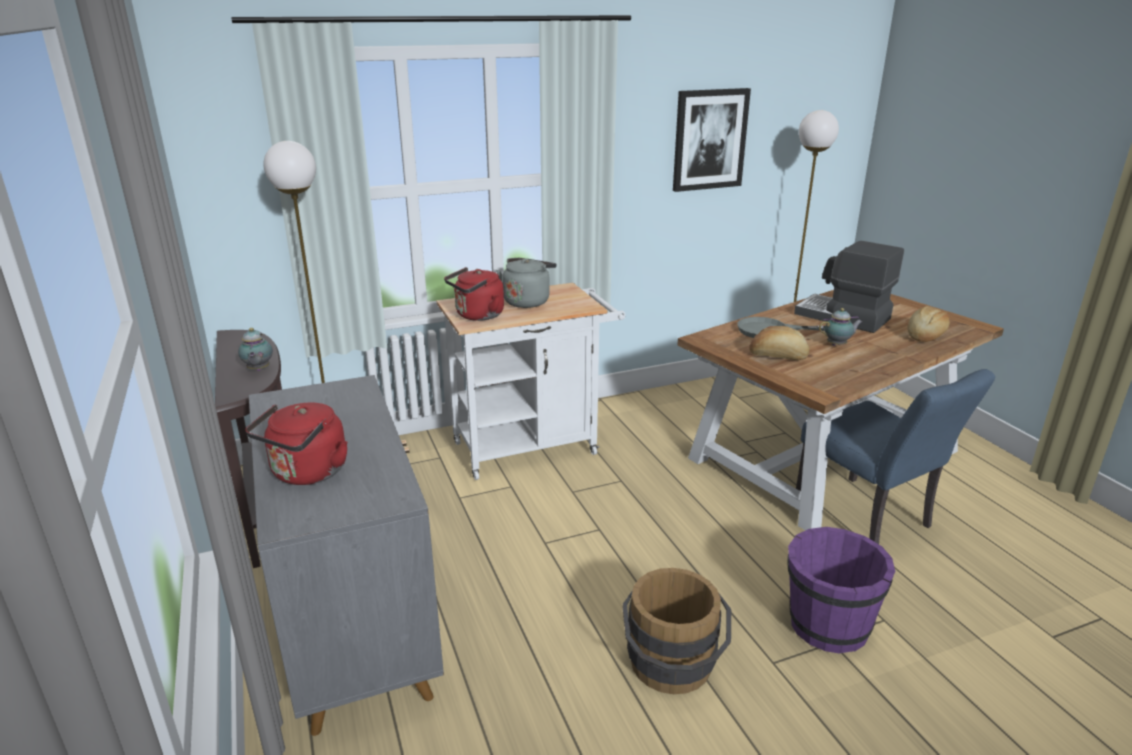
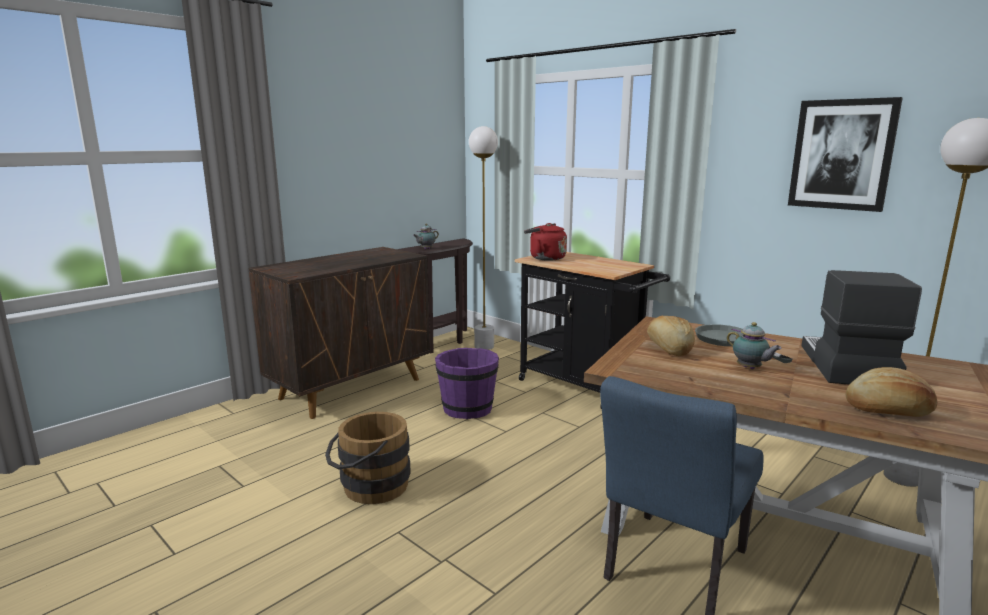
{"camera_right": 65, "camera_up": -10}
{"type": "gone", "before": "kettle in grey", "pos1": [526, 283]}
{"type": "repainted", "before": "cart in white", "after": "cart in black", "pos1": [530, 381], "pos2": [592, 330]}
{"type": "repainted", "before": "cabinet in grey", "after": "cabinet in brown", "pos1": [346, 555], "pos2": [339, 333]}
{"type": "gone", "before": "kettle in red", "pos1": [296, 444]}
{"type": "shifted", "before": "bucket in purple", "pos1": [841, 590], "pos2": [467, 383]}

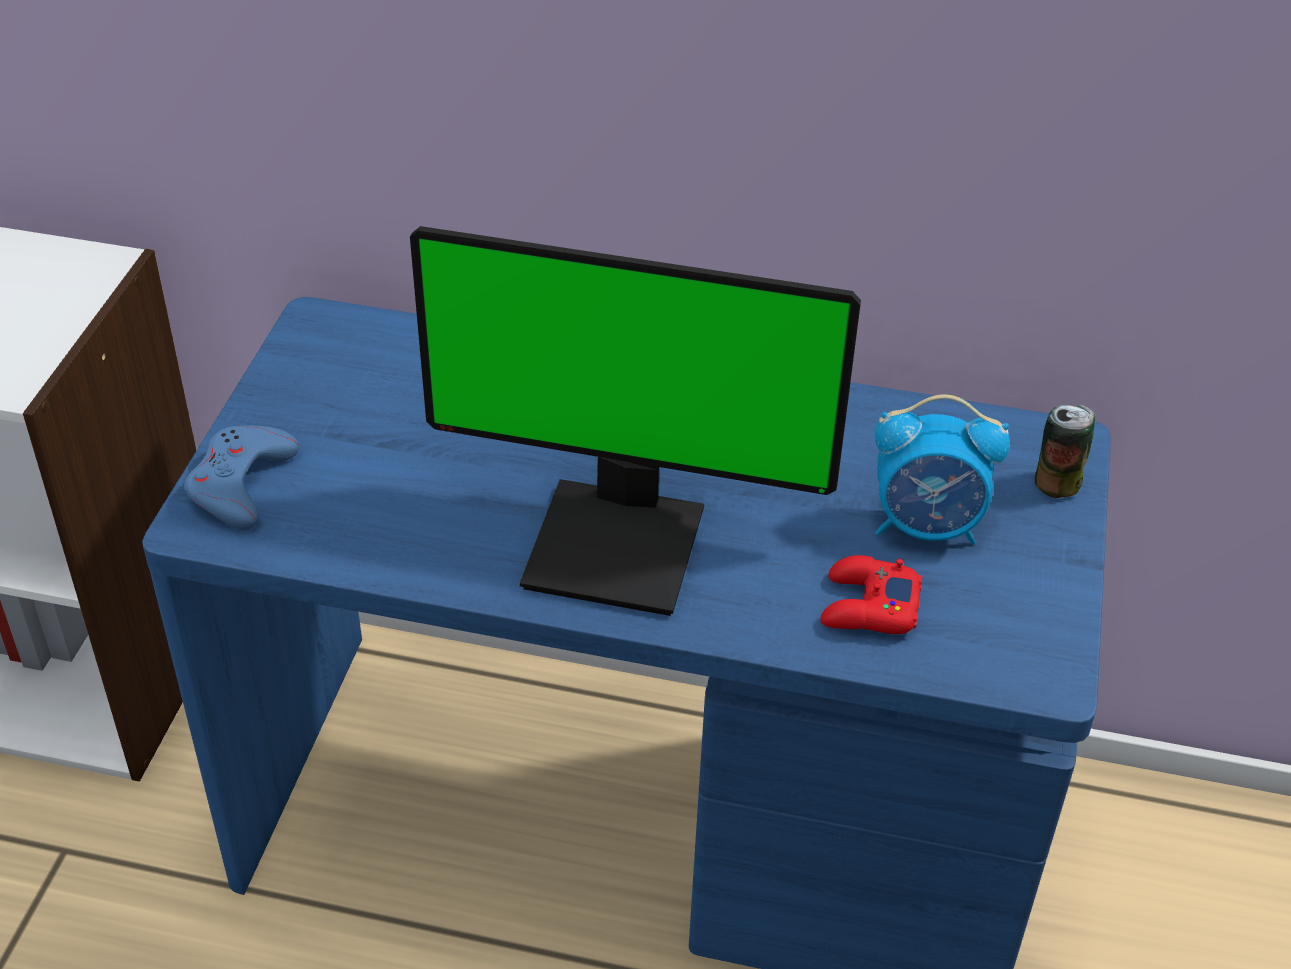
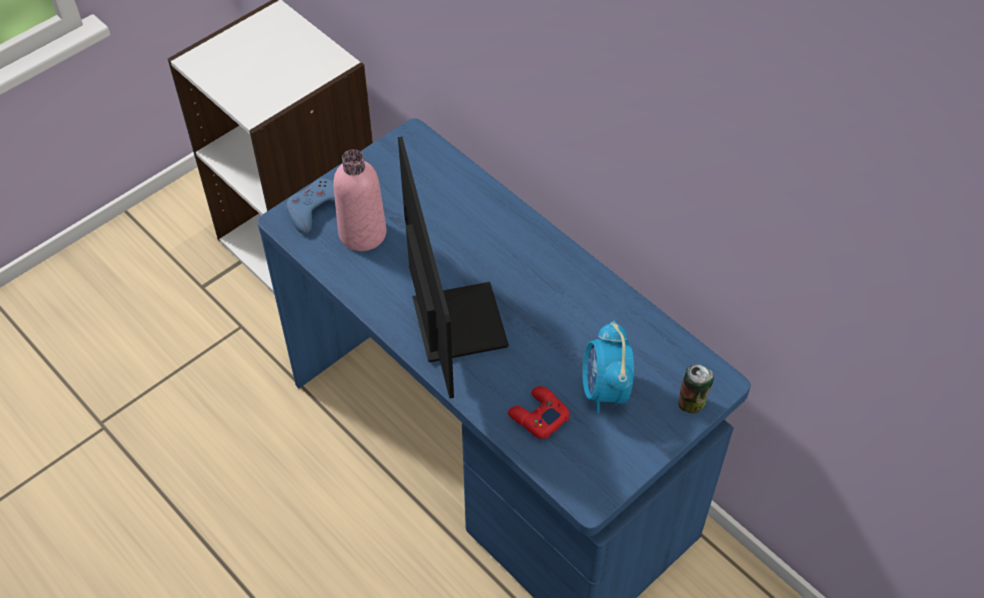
{"camera_right": 35, "camera_up": 10}
{"type": "rotated", "before": "monitor", "pos1": [635, 421], "pos2": [453, 268], "turn": -150}
{"type": "rotated", "before": "alarm clock", "pos1": [942, 469], "pos2": [608, 367], "turn": 45}
{"type": "new", "after": "bottle in pink", "pos2": [360, 200]}

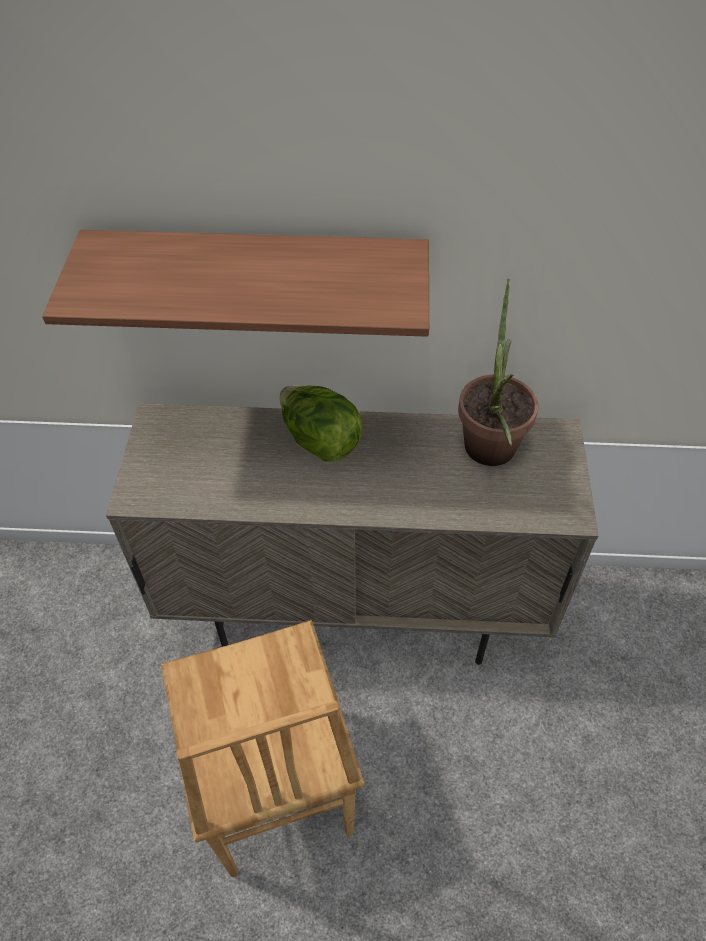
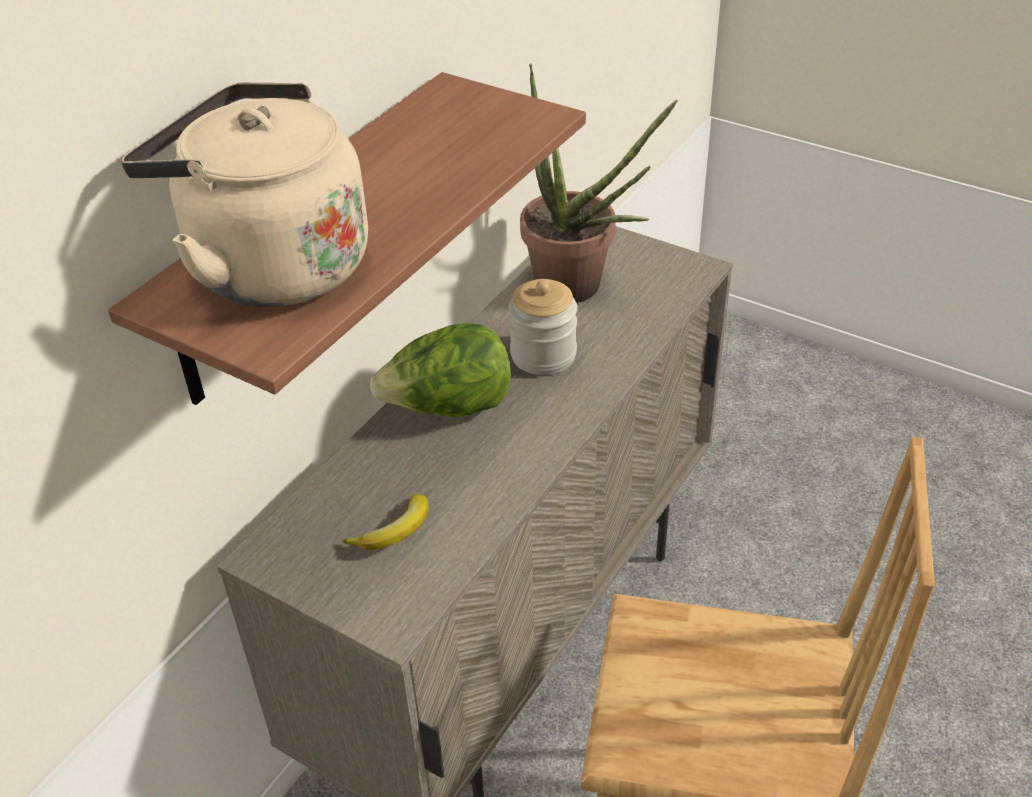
{"camera_right": -60, "camera_up": -10}
{"type": "new", "after": "kettle in beige", "pos2": [244, 195]}
{"type": "new", "after": "jar", "pos2": [542, 327]}
{"type": "new", "after": "banana", "pos2": [385, 522]}

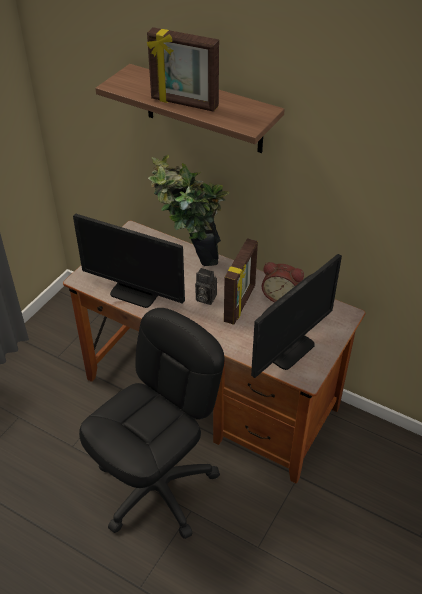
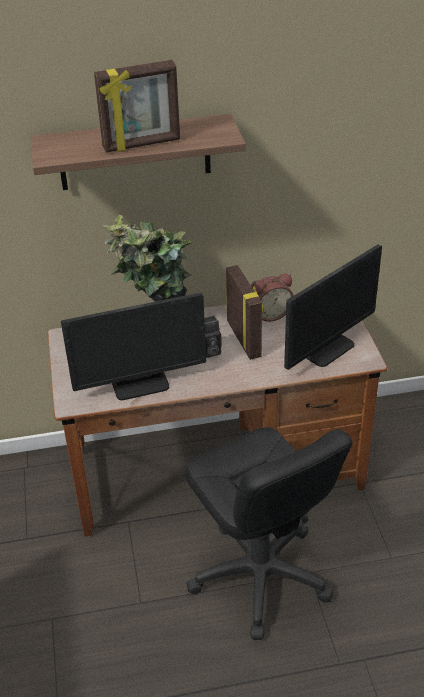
{"camera_right": -40, "camera_up": -5}
{"type": "rotated", "before": "monitor", "pos1": [296, 316], "pos2": [333, 307], "turn": 45}
{"type": "rotated", "before": "office chair in black", "pos1": [152, 423], "pos2": [269, 533], "turn": 150}

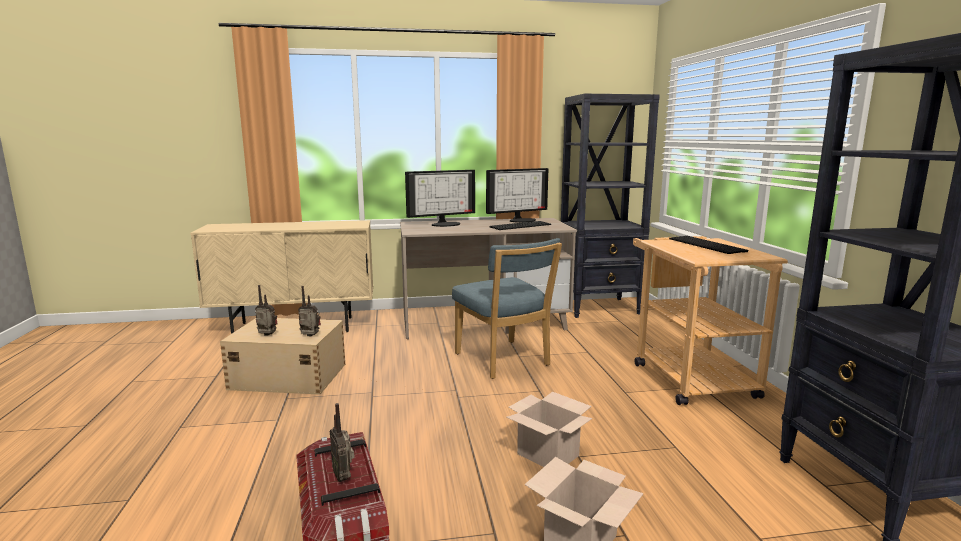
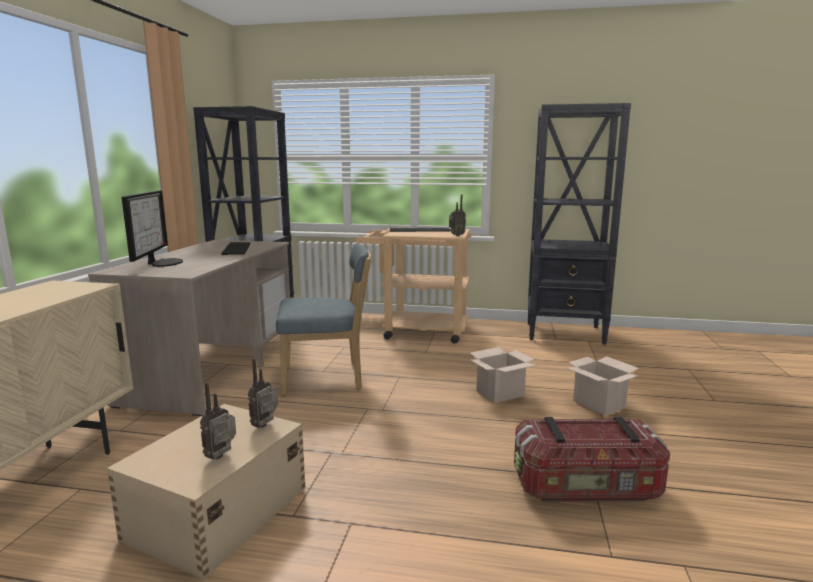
{"camera_right": -70, "camera_up": 0}
{"type": "gone", "before": "monitor", "pos1": [517, 195]}
{"type": "shifted", "before": "radio", "pos1": [342, 442], "pos2": [457, 215]}

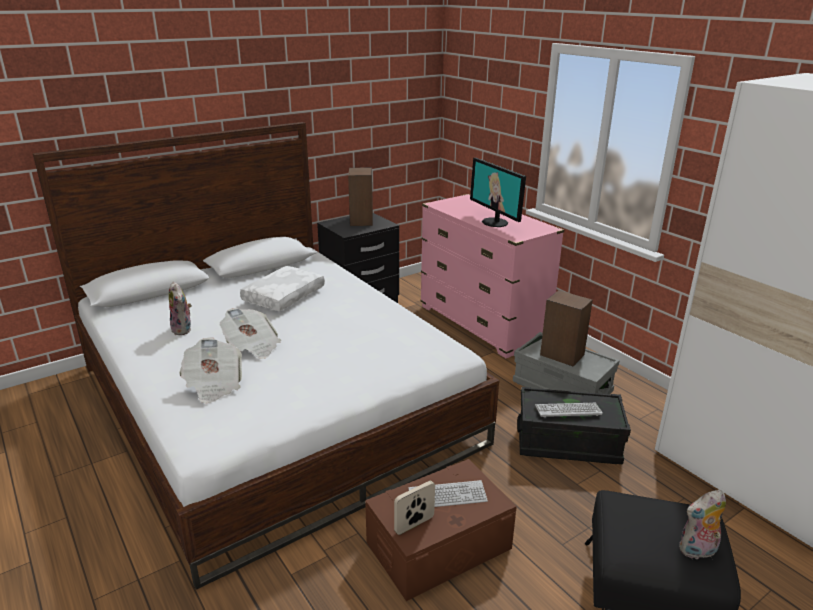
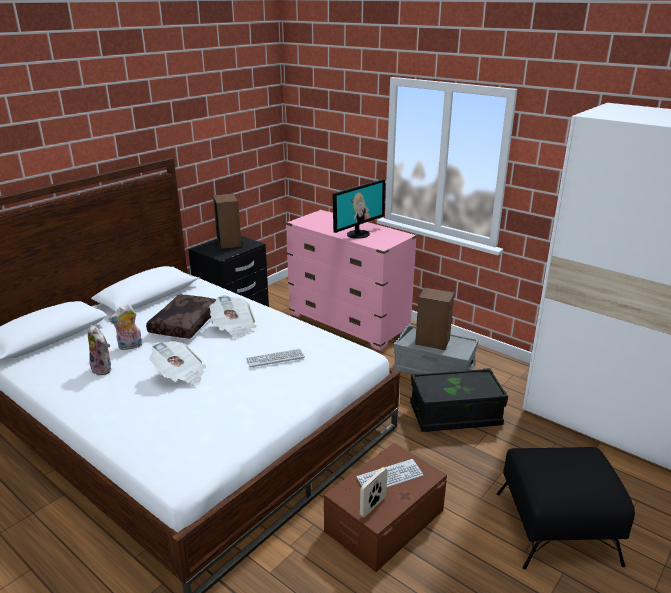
{"camera_right": -15, "camera_up": 0}
{"type": "rotated", "before": "monitor", "pos1": [498, 192], "pos2": [358, 209], "turn": -90}
{"type": "repainted", "before": "pillow in white", "after": "pillow in brown", "pos1": [282, 288], "pos2": [181, 316]}
{"type": "shifted", "before": "newspaper", "pos1": [210, 370], "pos2": [232, 317]}
{"type": "shifted", "before": "keyboard", "pos1": [569, 410], "pos2": [275, 358]}
{"type": "shifted", "before": "plush toy", "pos1": [702, 524], "pos2": [125, 327]}

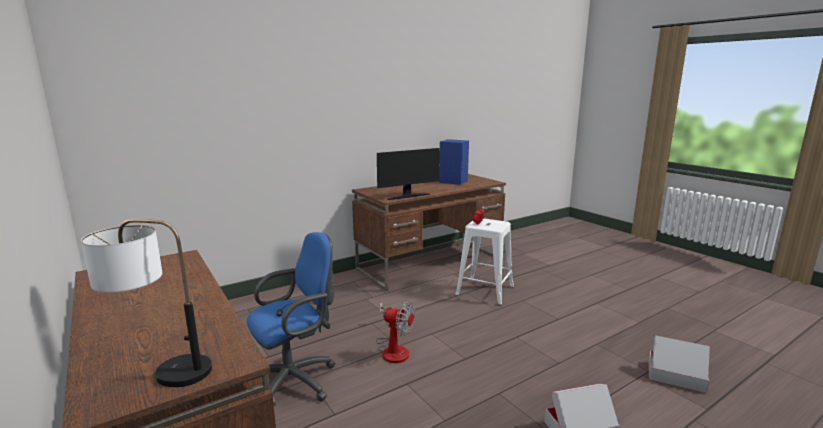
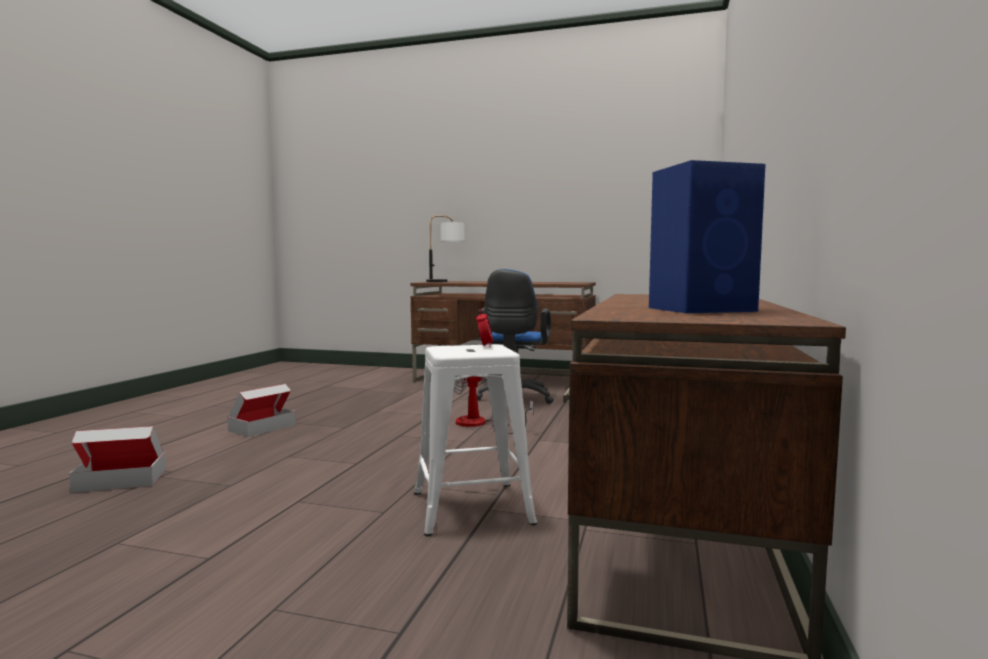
{"camera_right": 140, "camera_up": -10}
{"type": "gone", "before": "monitor", "pos1": [408, 174]}

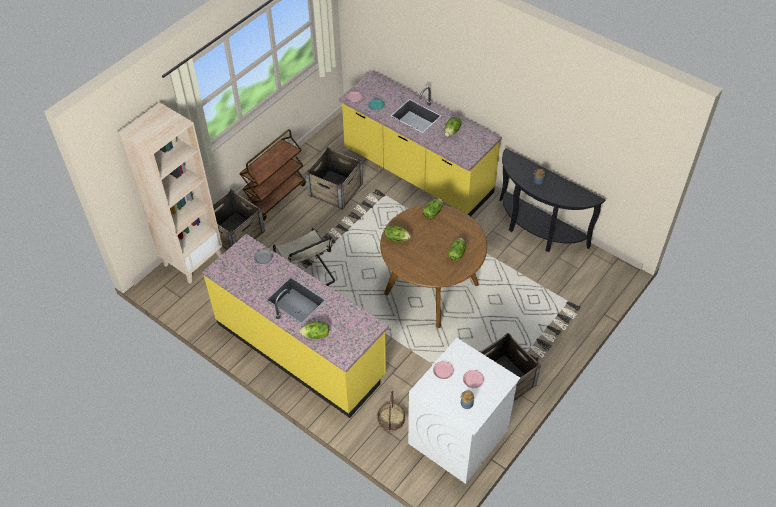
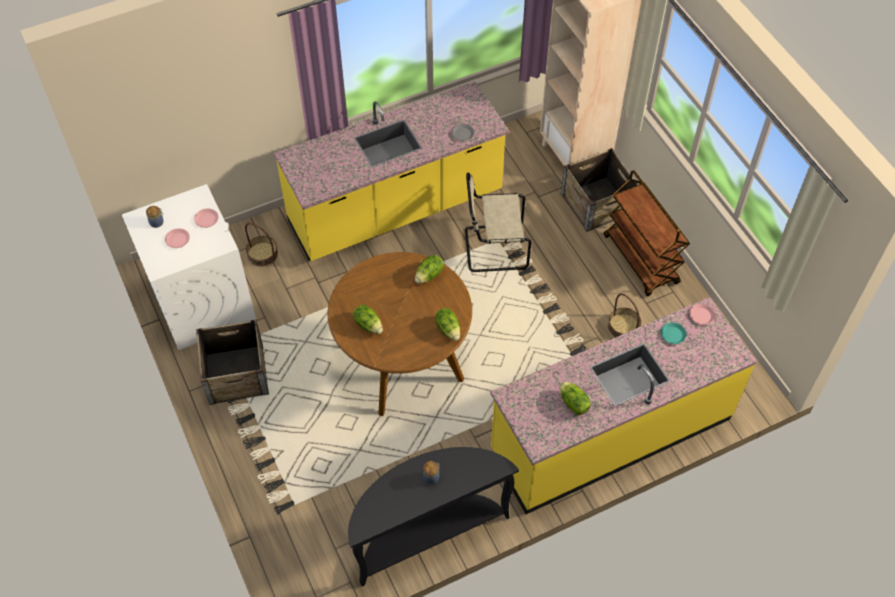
{"camera_right": 115, "camera_up": 5}
{"type": "swapped", "before": "crate", "after": "basket", "pos1": [334, 178], "pos2": [624, 315]}
{"type": "gone", "before": "lettuce", "pos1": [314, 330]}

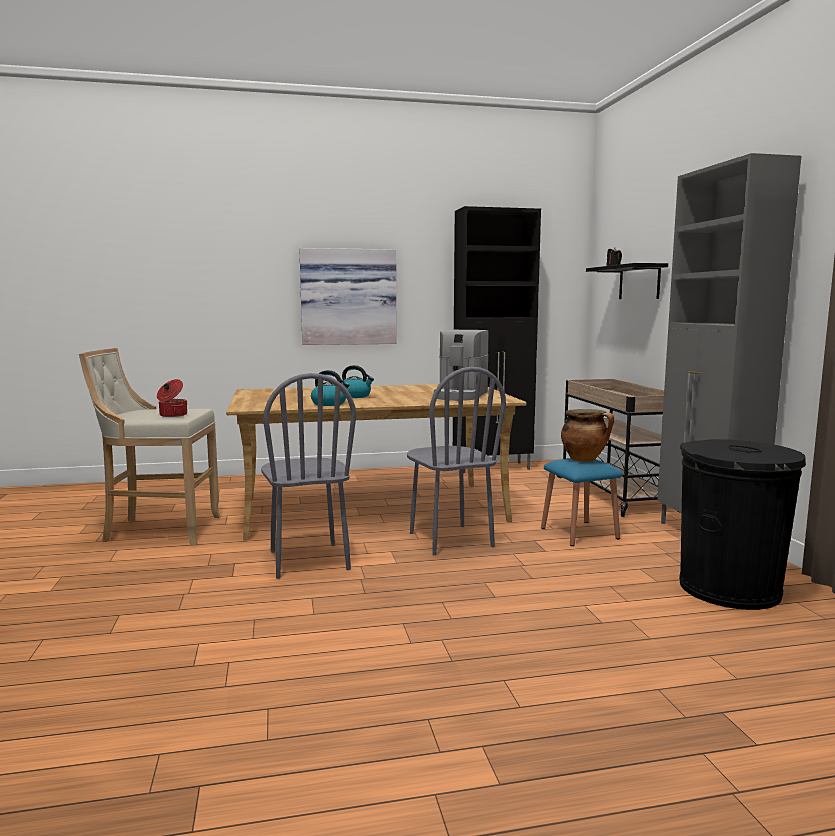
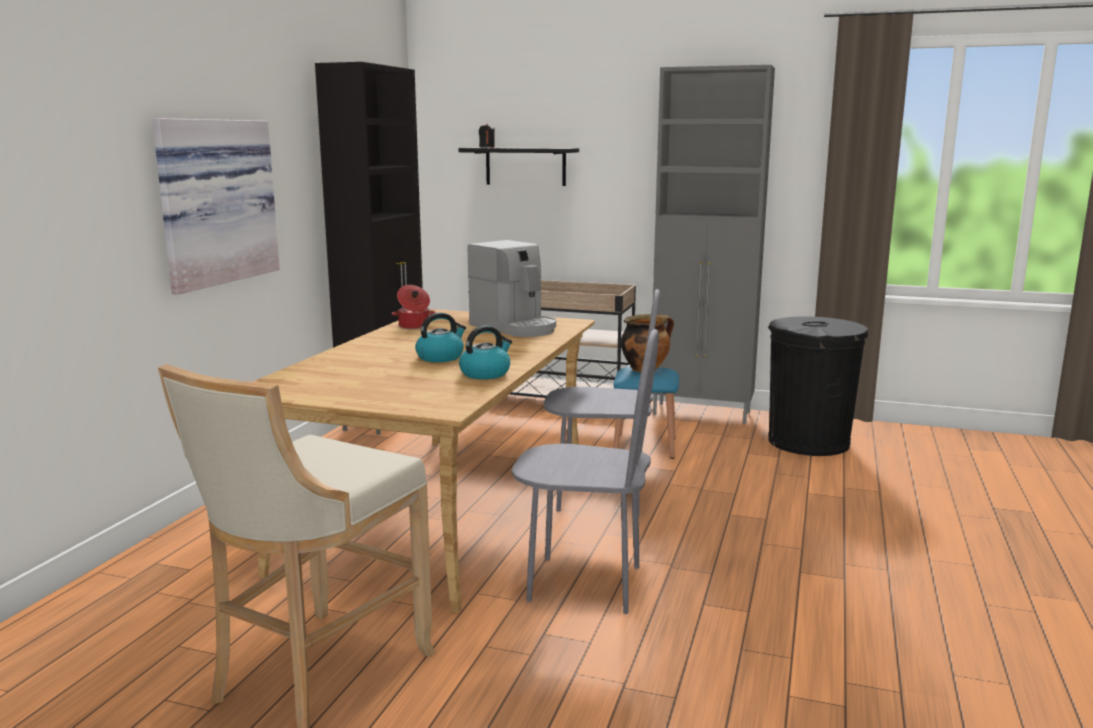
{"camera_right": -60, "camera_up": 5}
{"type": "shifted", "before": "cooking pot", "pos1": [172, 398], "pos2": [414, 307]}

